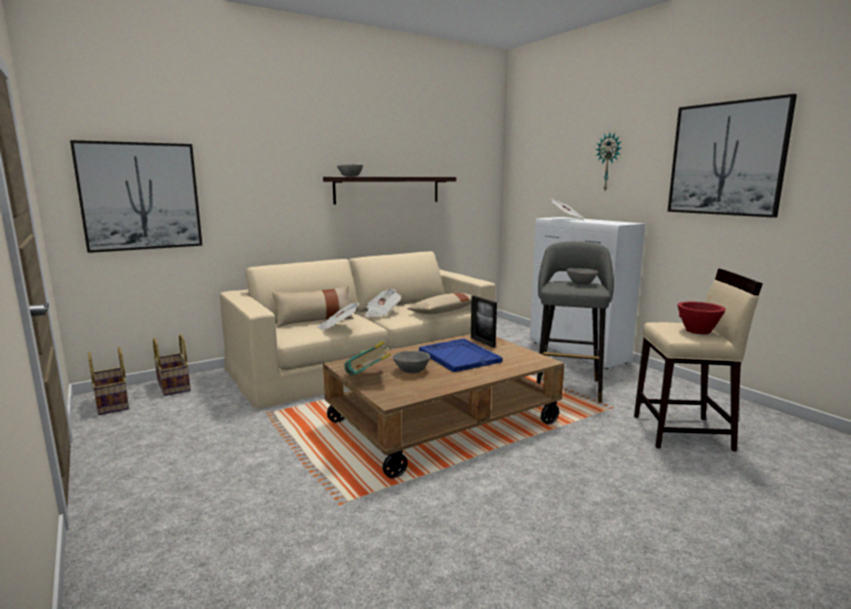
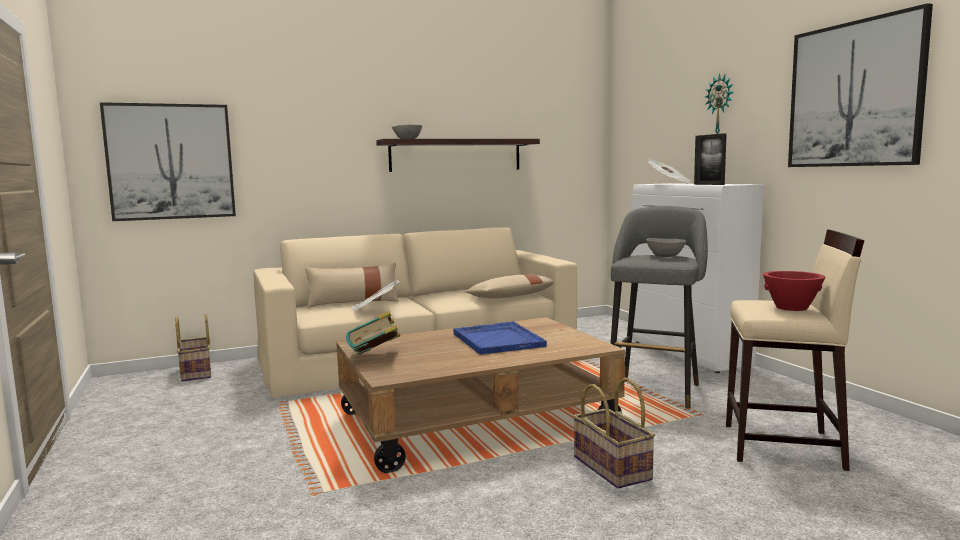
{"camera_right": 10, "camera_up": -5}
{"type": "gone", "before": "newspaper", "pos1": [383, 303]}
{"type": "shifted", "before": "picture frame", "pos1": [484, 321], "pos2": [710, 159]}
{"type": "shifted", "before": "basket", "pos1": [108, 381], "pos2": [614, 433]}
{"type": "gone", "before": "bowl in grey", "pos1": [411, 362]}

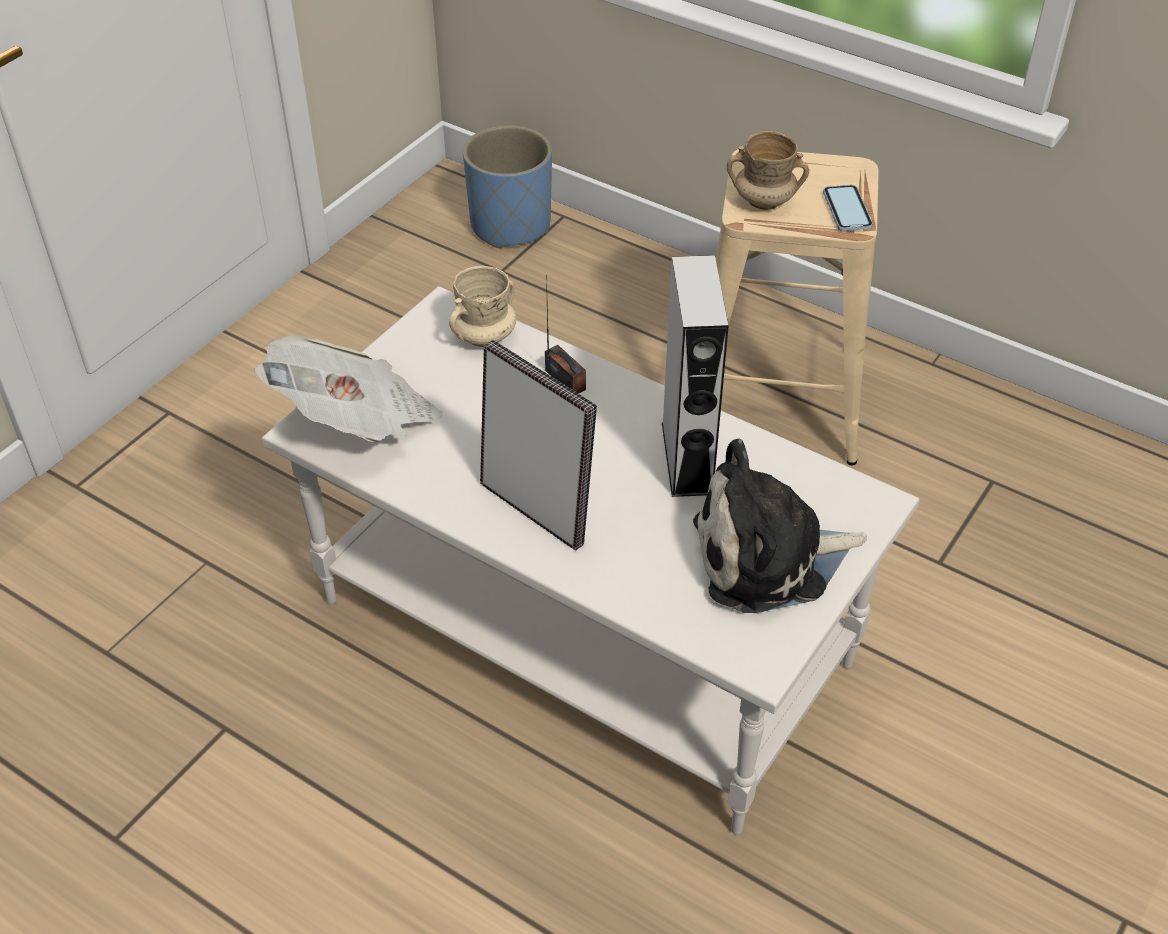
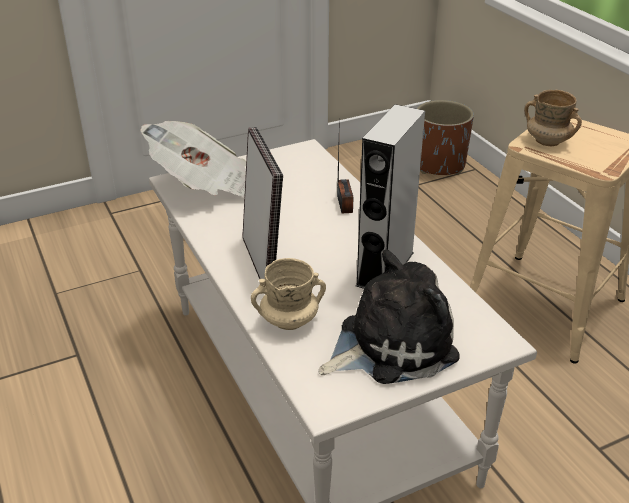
{"camera_right": 30, "camera_up": -10}
{"type": "repainted", "before": "planter in blue", "after": "planter in brown", "pos1": [507, 187], "pos2": [445, 137]}
{"type": "gone", "before": "phone", "pos1": [848, 208]}
{"type": "shifted", "before": "mug in beige", "pos1": [483, 306], "pos2": [288, 294]}
{"type": "rotated", "before": "plush toy", "pos1": [780, 526], "pos2": [389, 317], "turn": 135}

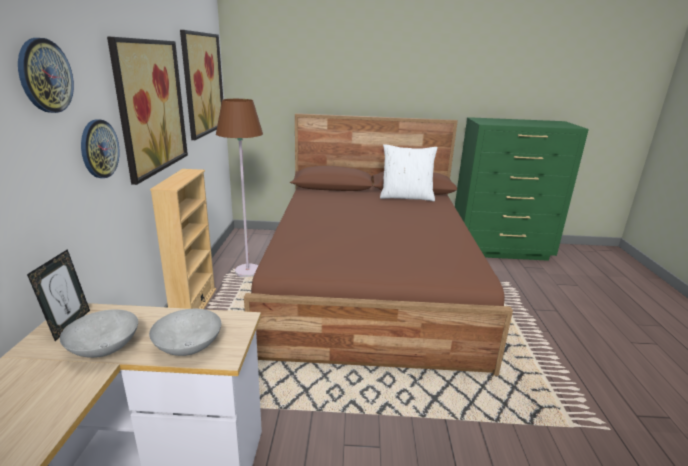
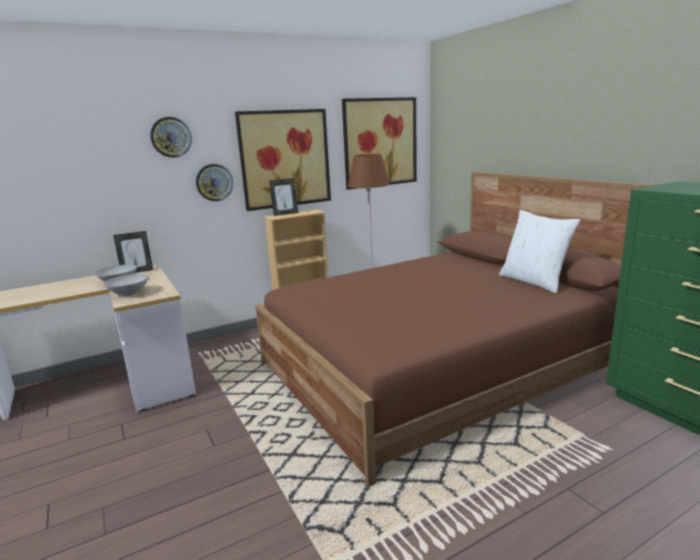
{"camera_right": 60, "camera_up": -5}
{"type": "new", "after": "picture frame", "pos2": [283, 197]}

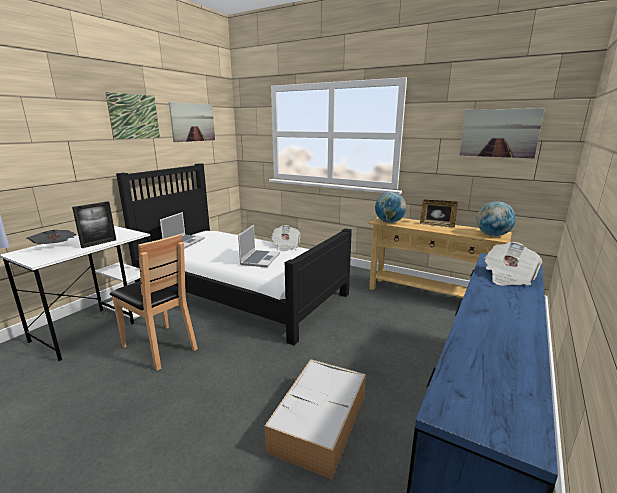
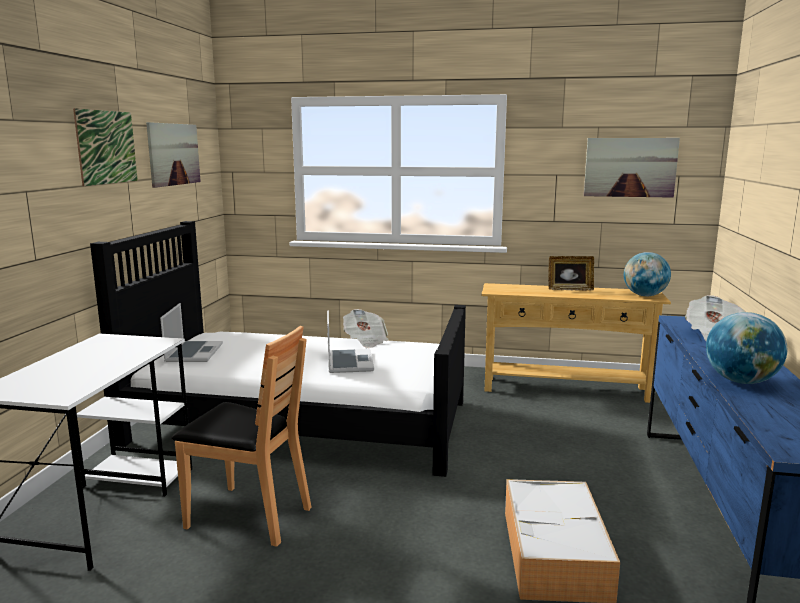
{"camera_right": -20, "camera_up": -5}
{"type": "shifted", "before": "globe", "pos1": [391, 207], "pos2": [746, 348]}
{"type": "gone", "before": "picture frame", "pos1": [94, 224]}
{"type": "gone", "before": "newspaper", "pos1": [51, 237]}

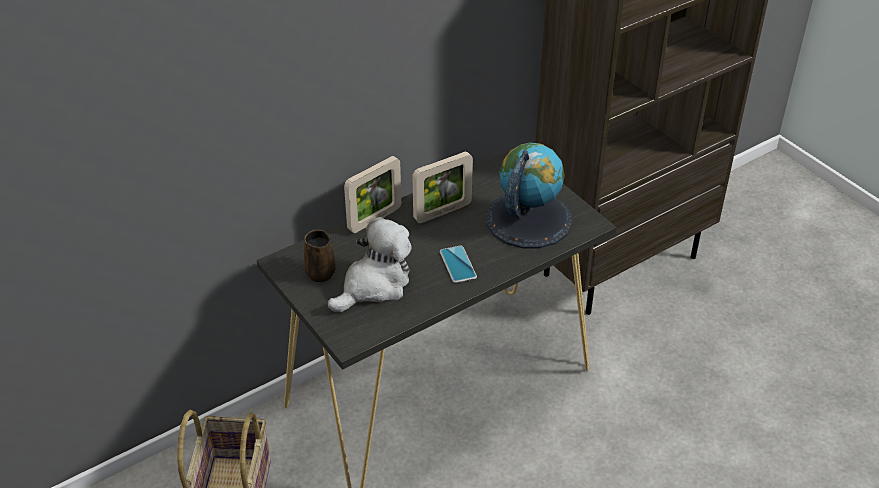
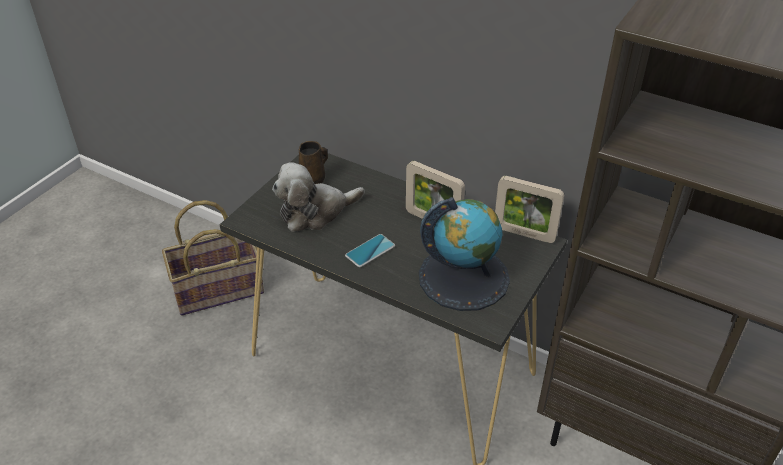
{"camera_right": 65, "camera_up": 0}
{"type": "shifted", "before": "picture frame", "pos1": [372, 194], "pos2": [529, 209]}
{"type": "rotated", "before": "plush toy", "pos1": [370, 264], "pos2": [318, 197], "turn": 135}

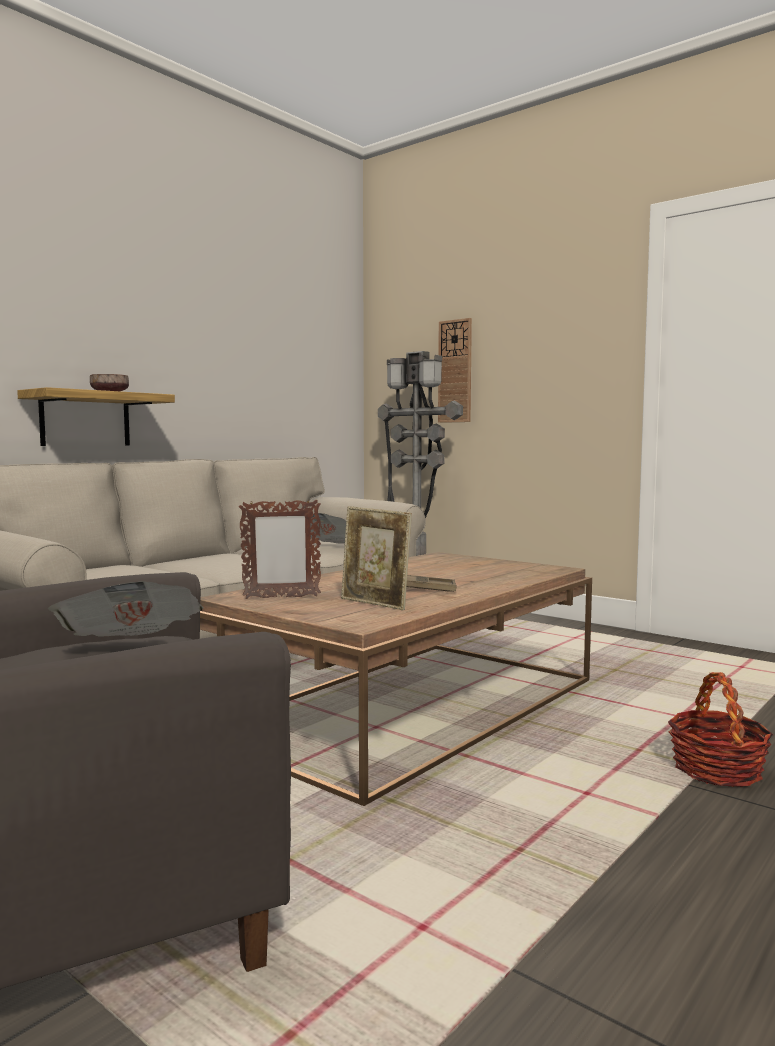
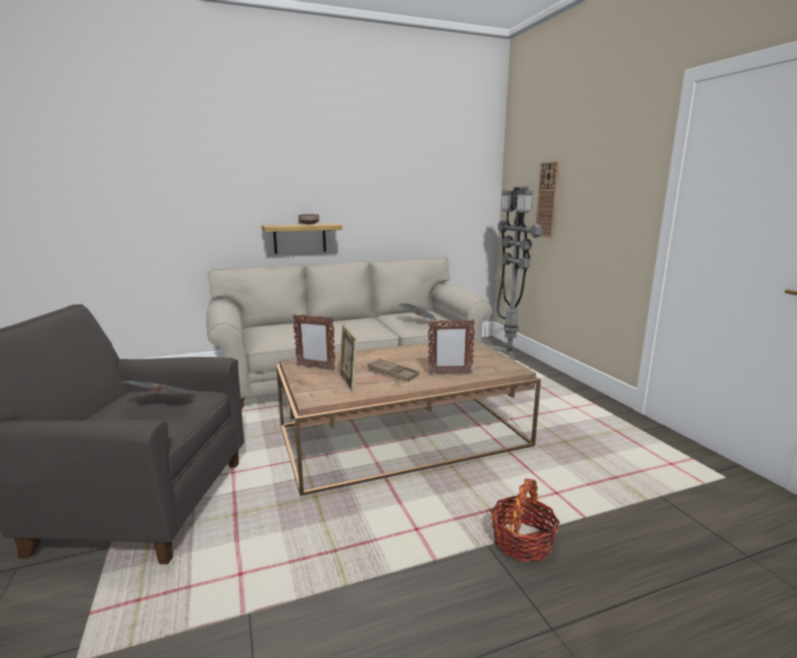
{"camera_right": 30, "camera_up": 10}
{"type": "new", "after": "picture frame", "pos2": [451, 346]}

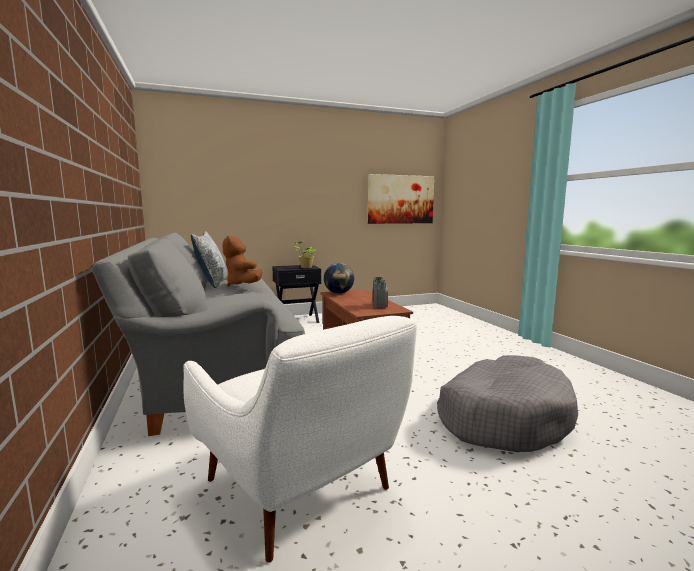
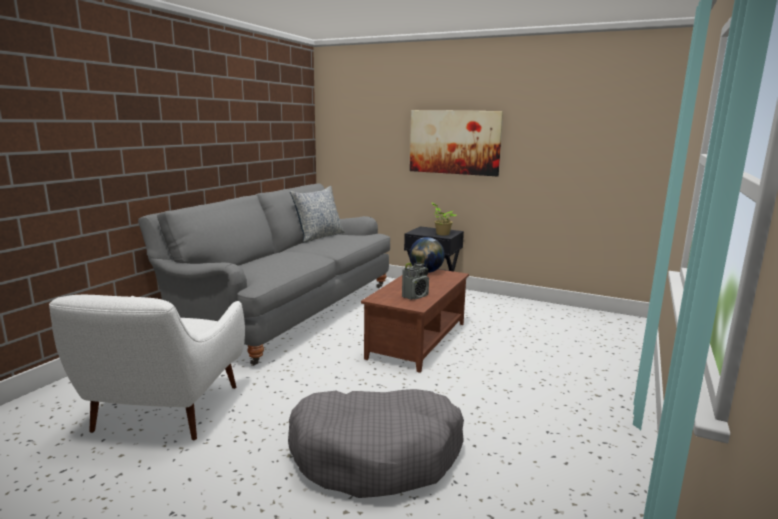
{"camera_right": 45, "camera_up": 5}
{"type": "shifted", "before": "picture", "pos1": [401, 199], "pos2": [456, 143]}
{"type": "gone", "before": "plush toy in brown", "pos1": [243, 261]}

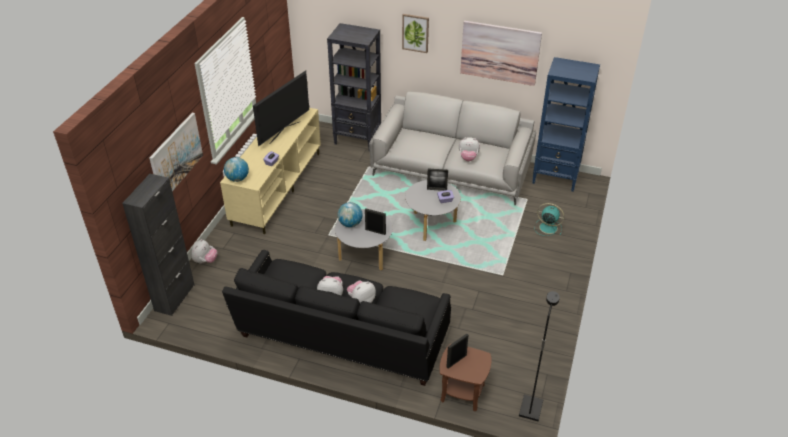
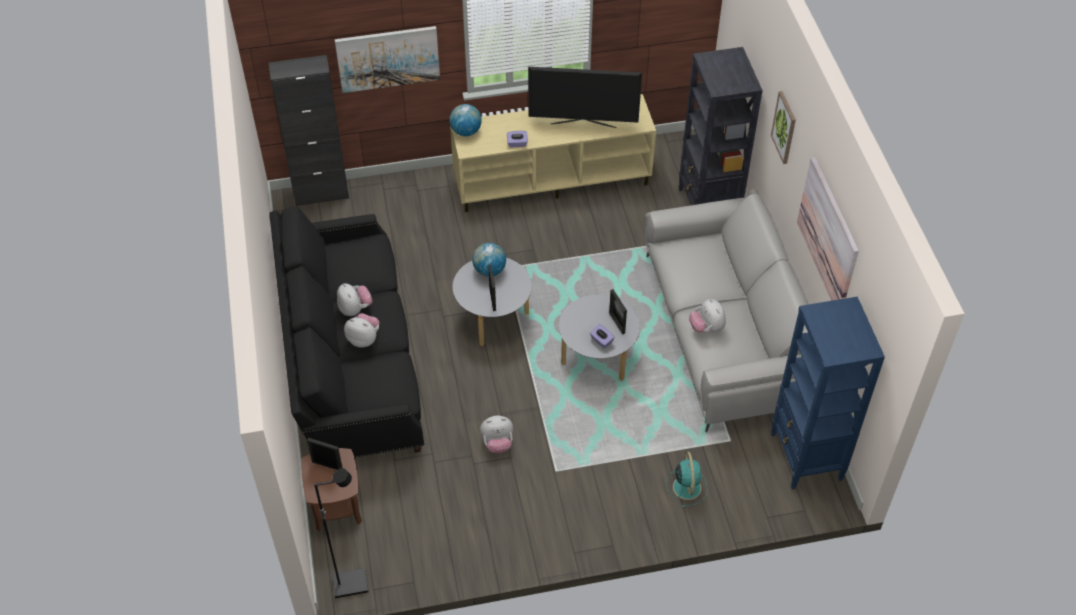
{"camera_right": 60, "camera_up": 10}
{"type": "shifted", "before": "plush toy", "pos1": [204, 251], "pos2": [496, 434]}

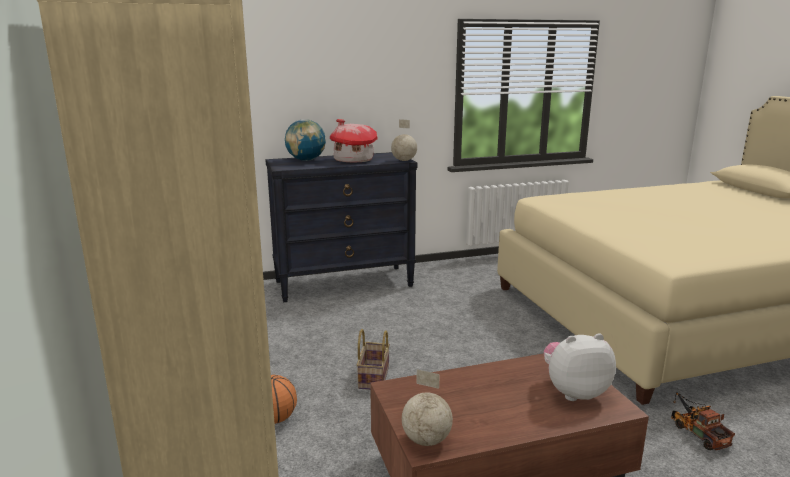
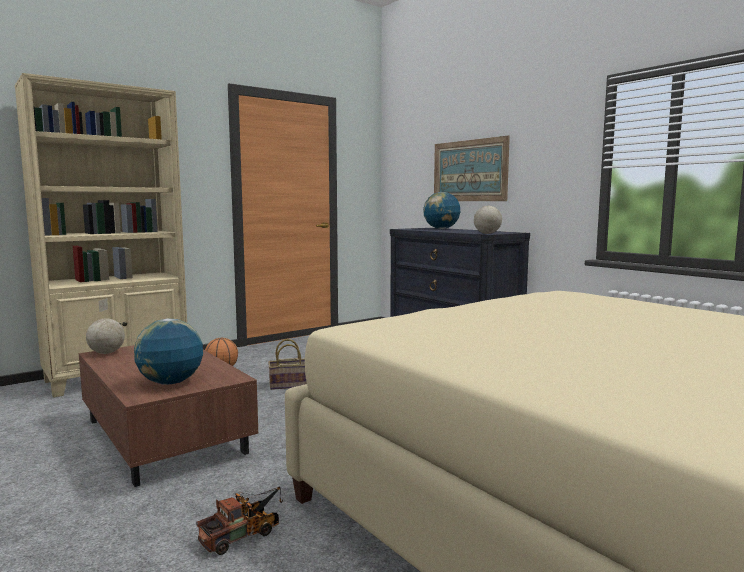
{"camera_right": 70, "camera_up": -10}
{"type": "gone", "before": "toy house", "pos1": [354, 140]}
{"type": "swapped", "before": "plush toy", "after": "globe", "pos1": [580, 367], "pos2": [168, 351]}
{"type": "new", "after": "picture", "pos2": [472, 168]}

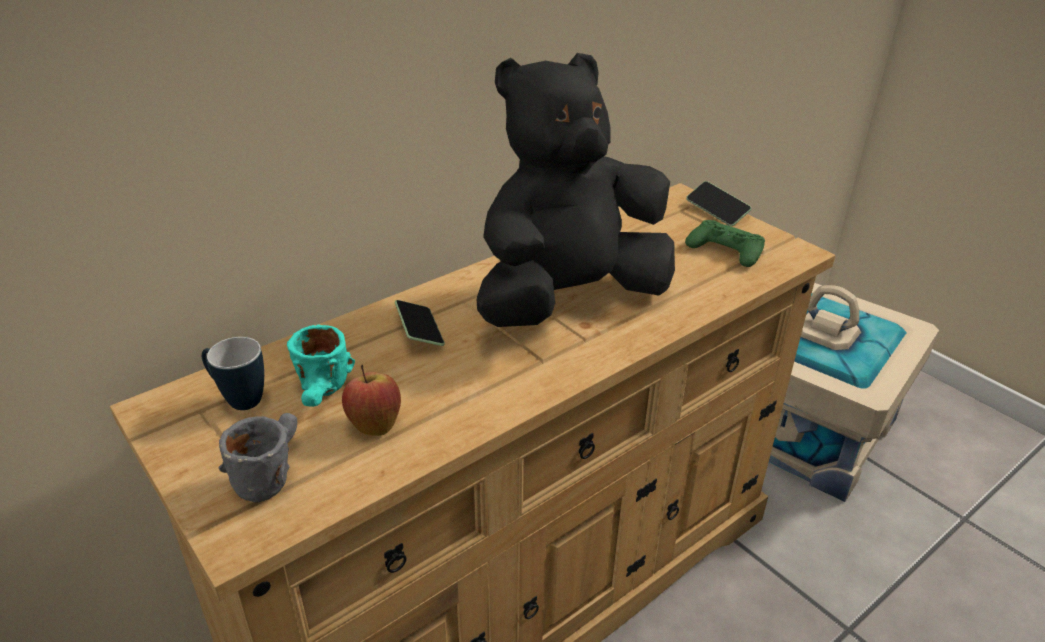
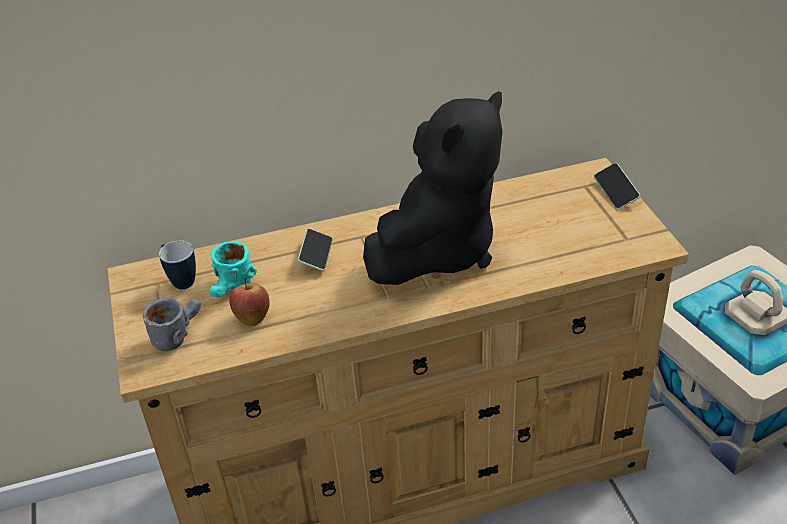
{"camera_right": 25, "camera_up": 5}
{"type": "rotated", "before": "plush toy in black", "pos1": [576, 190], "pos2": [432, 188], "turn": 135}
{"type": "gone", "before": "game controller in green", "pos1": [725, 243]}

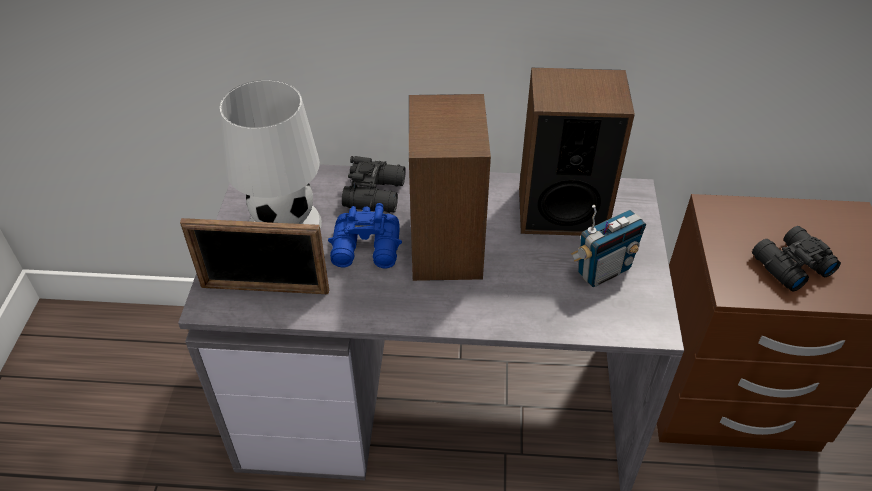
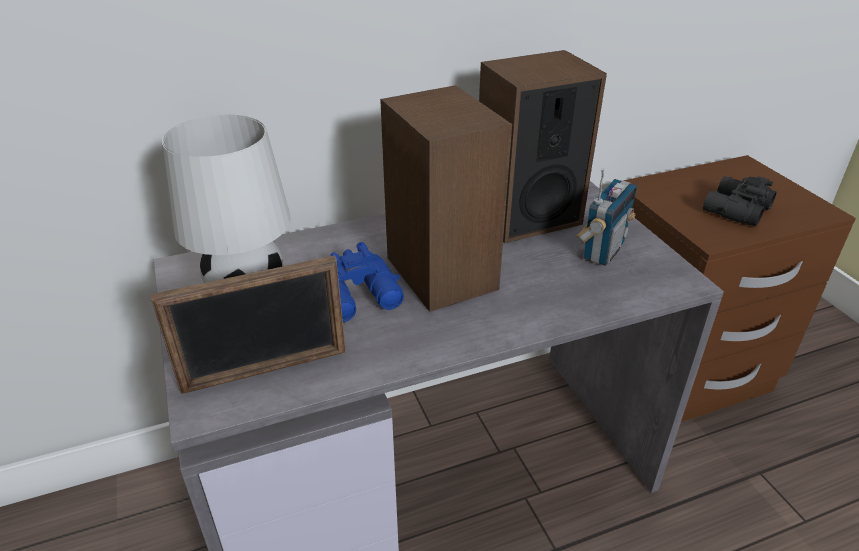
{"camera_right": -25, "camera_up": -10}
{"type": "gone", "before": "binoculars in black", "pos1": [374, 184]}

